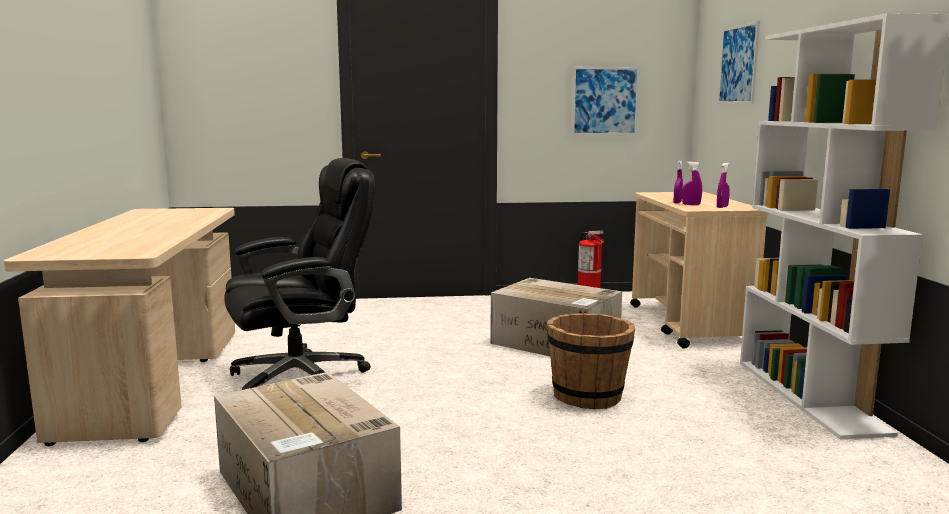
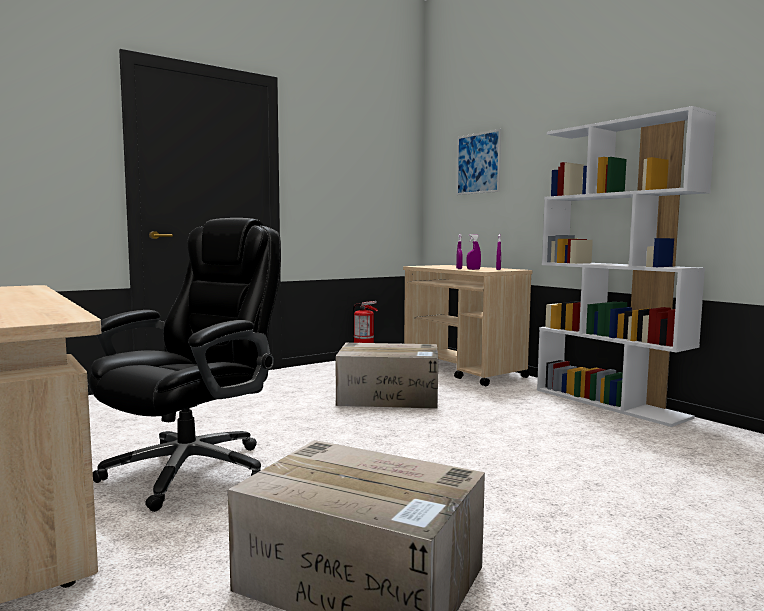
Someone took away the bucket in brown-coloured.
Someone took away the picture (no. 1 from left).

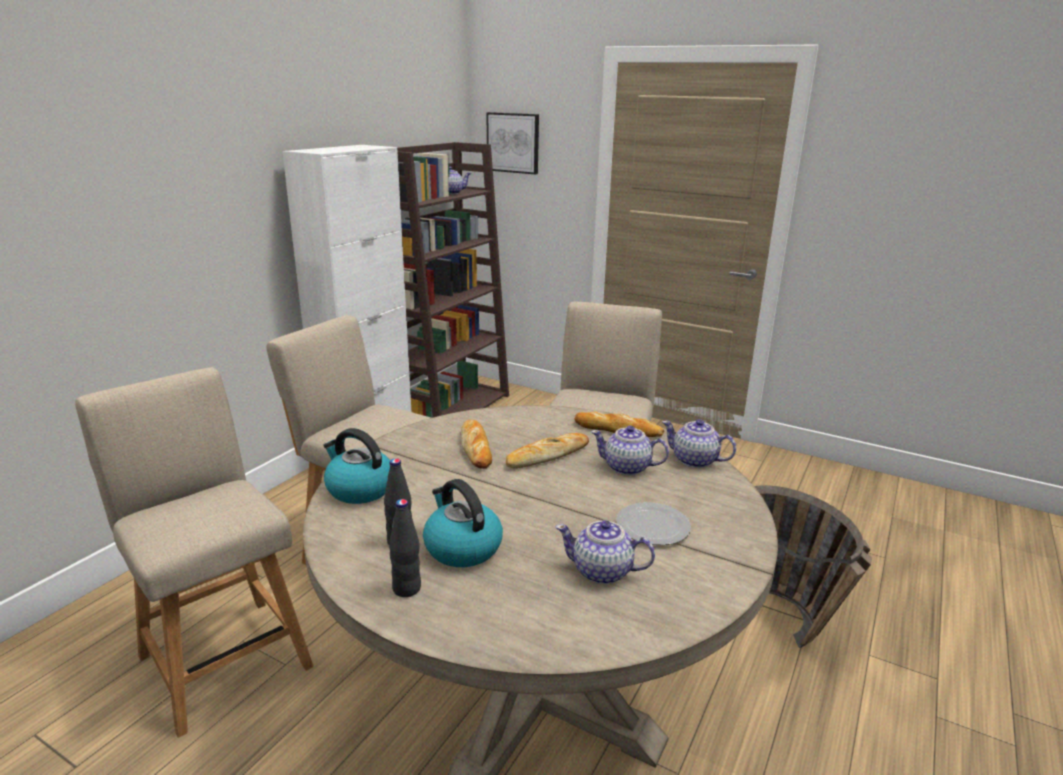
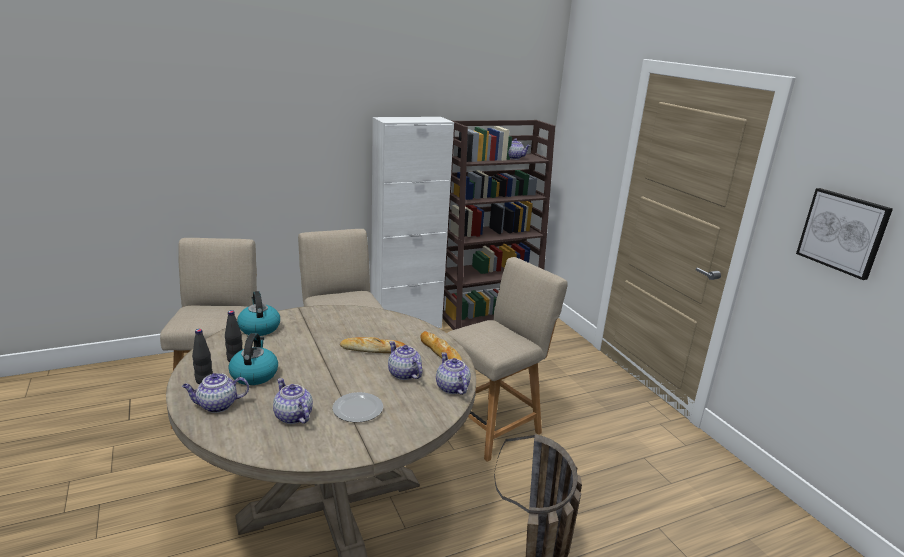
Someone took away the bakery bread (no. 1 from left).
Someone carried the picture.
Someone put down the teapot (no. 1 from left).

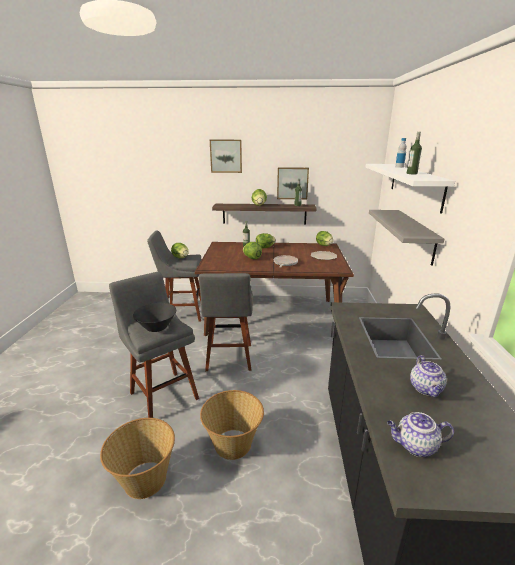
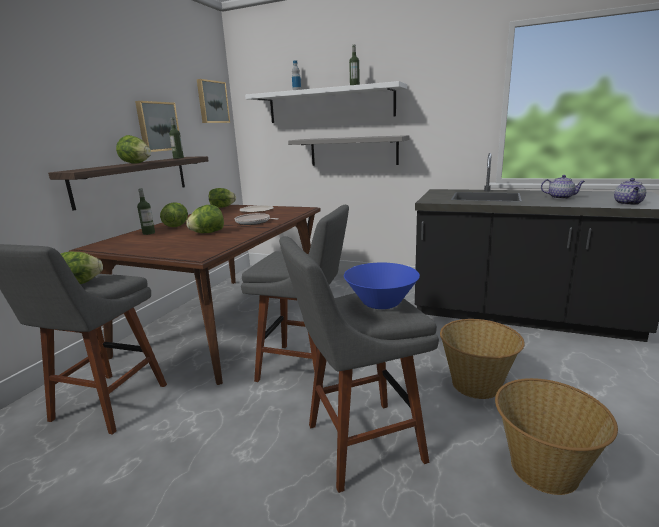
Someone repainted the deep dish in black, which became the deep dish in blue.
Someone carried the picture (no. 1 from left in the first image).

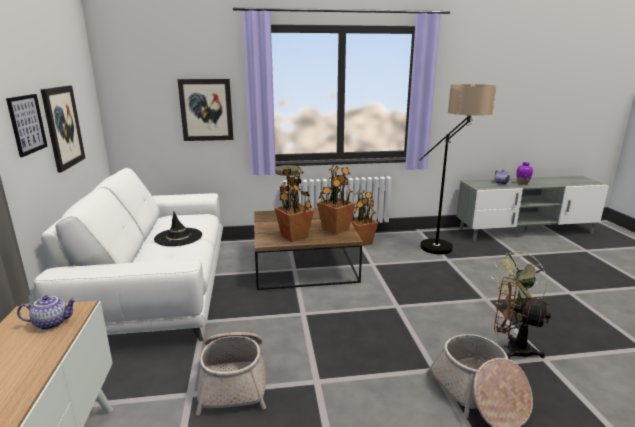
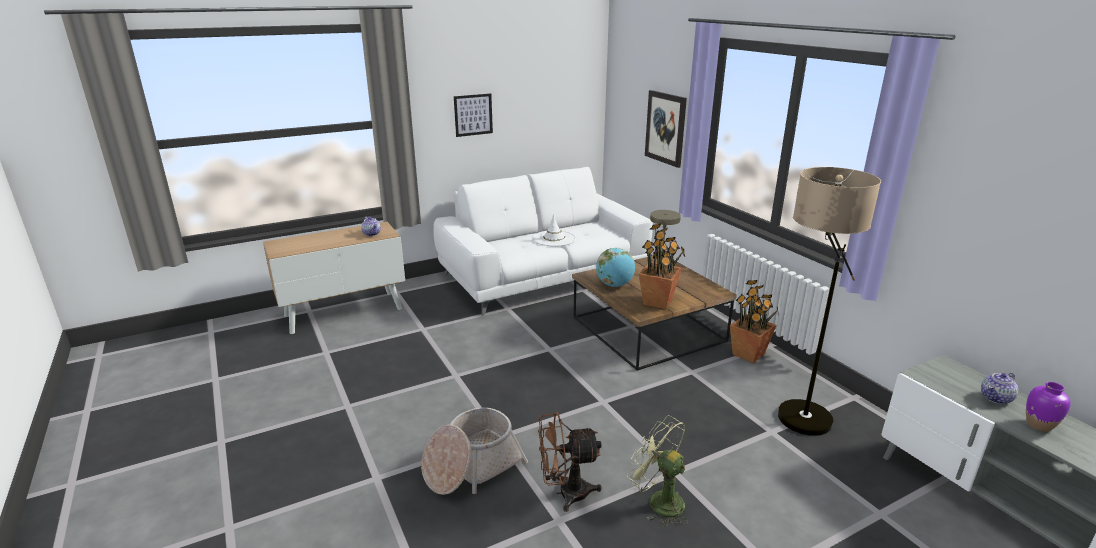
Someone took away the picture (no. 2 from left).
Someone repainted the clothing hat in black, which became the clothing hat in whitish.
Someone took away the storage basket (no. 1 from left).
Someone swapped the plant in a pot (no. 1 from left) for the desk globe.
Someone rotated the cooling fan in brown-coloured by 105 degrees counterclockwise.

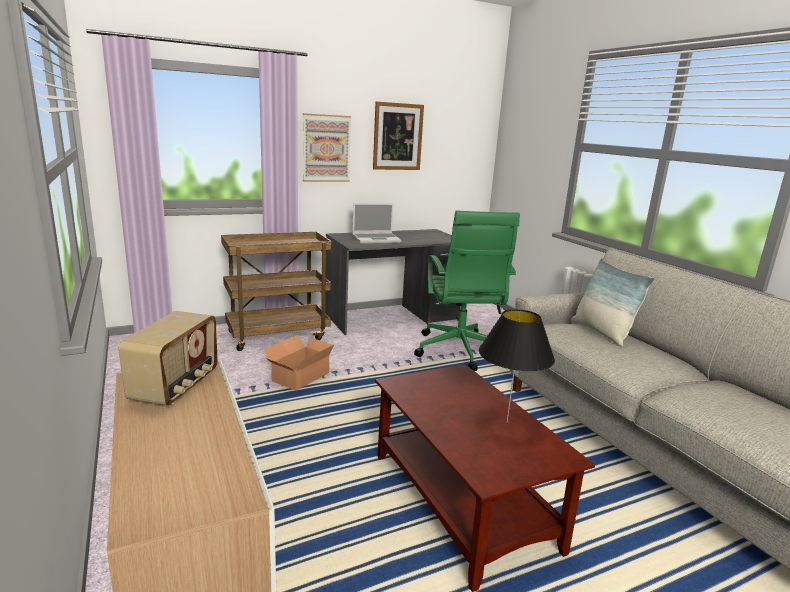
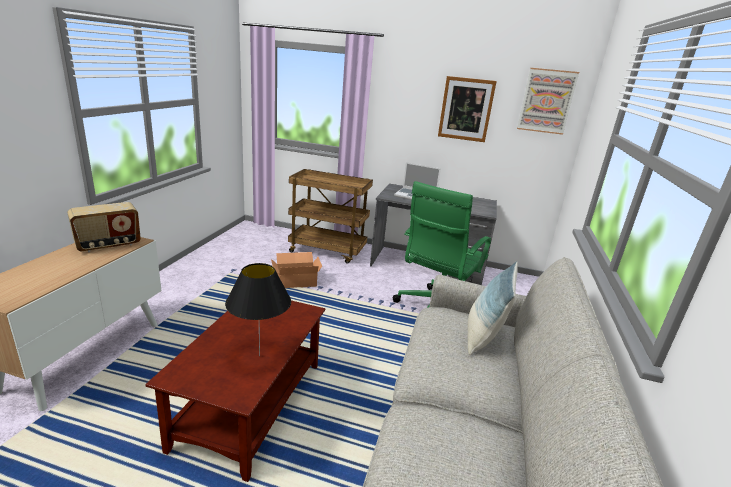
Someone carried the picture (no. 1 from left in the first image).

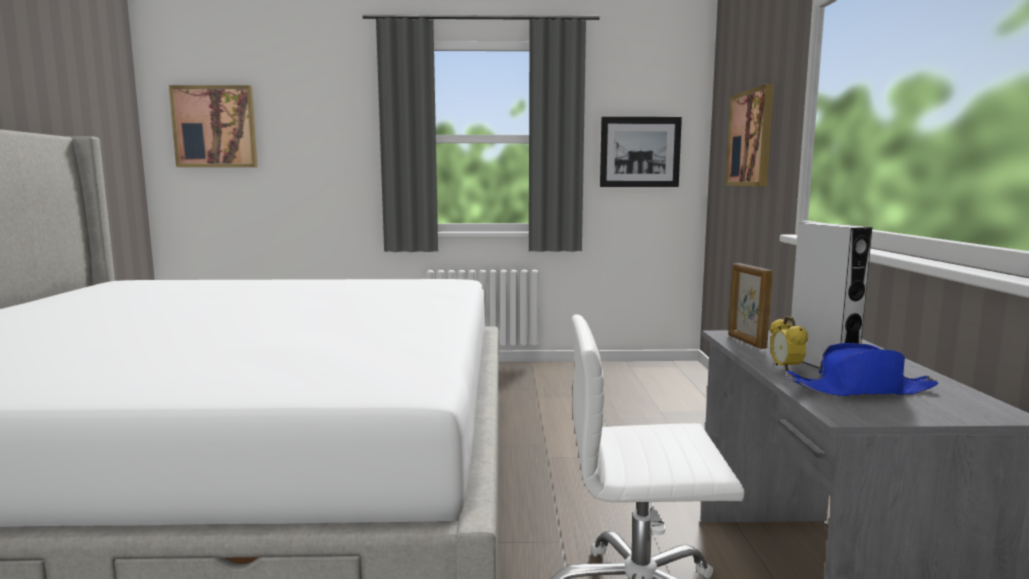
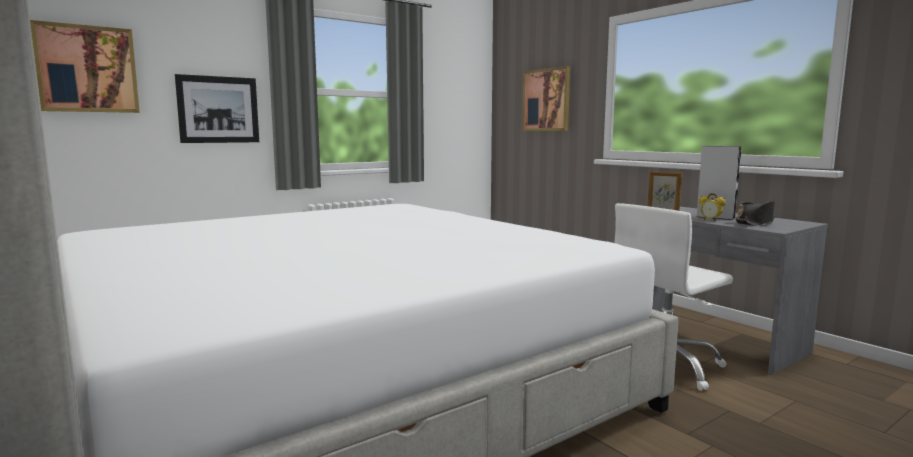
Someone carried the picture (no. 2 from left).
Someone repainted the clothing hat in blue, which became the clothing hat in black.

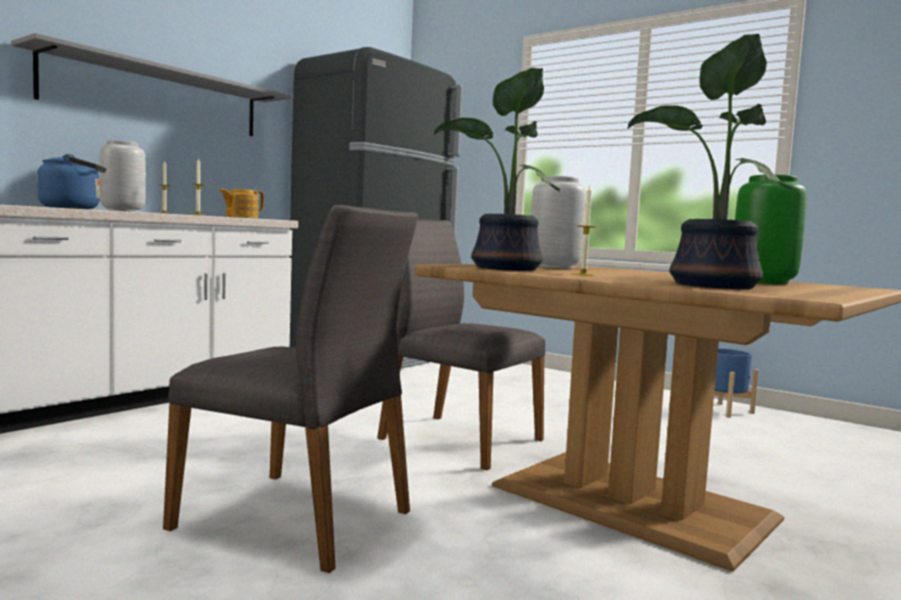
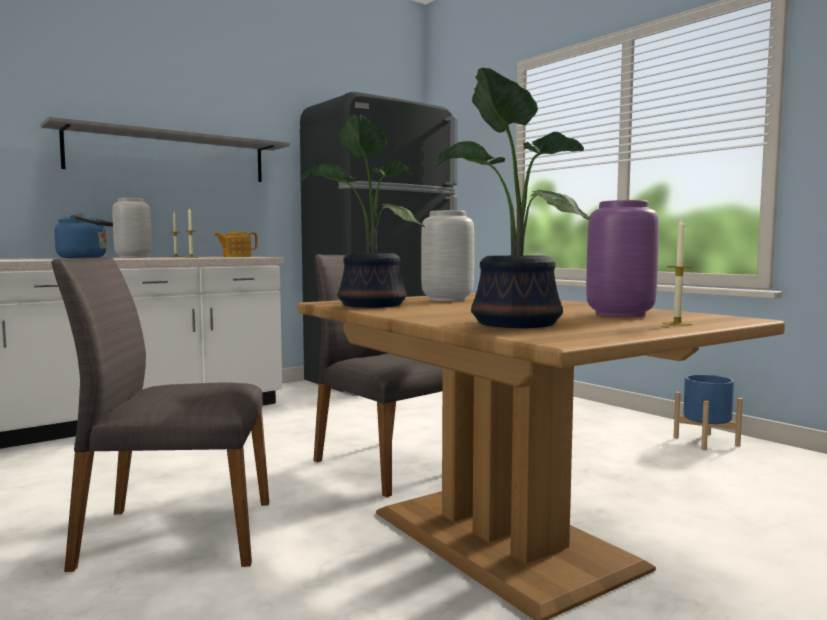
Someone rotated the chair in grey (no. 1 from left) by 135 degrees clockwise.
Someone carried the candle (no. 3 from left).
Someone repainted the flower vase in green, which became the flower vase in purplish.

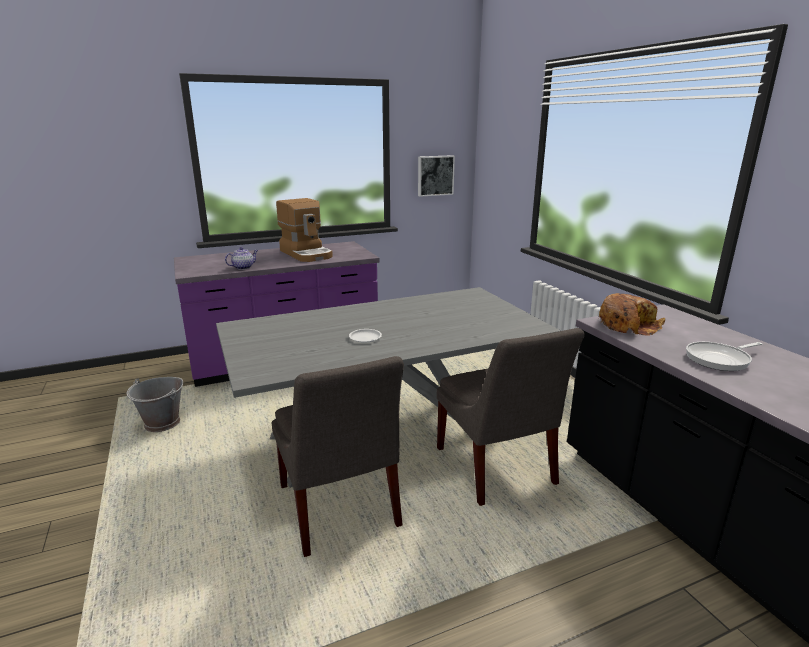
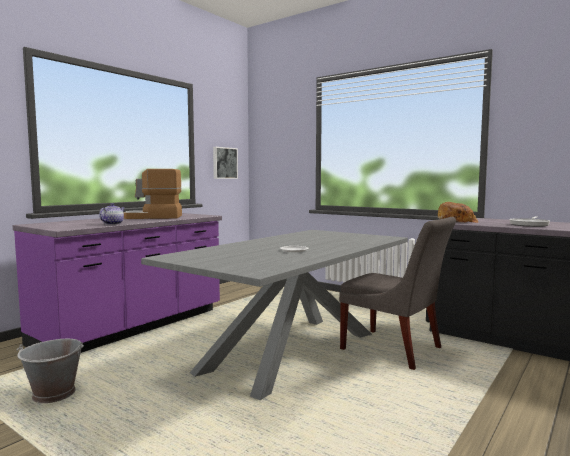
Someone took away the chair in grey (no. 1 from left).
Someone rotated the coffee brewer by 150 degrees clockwise.

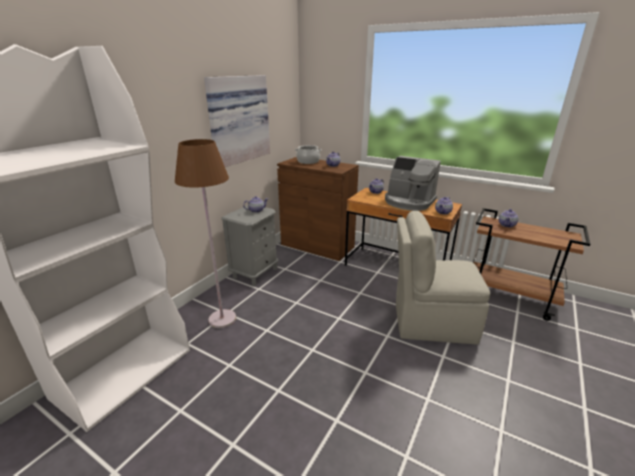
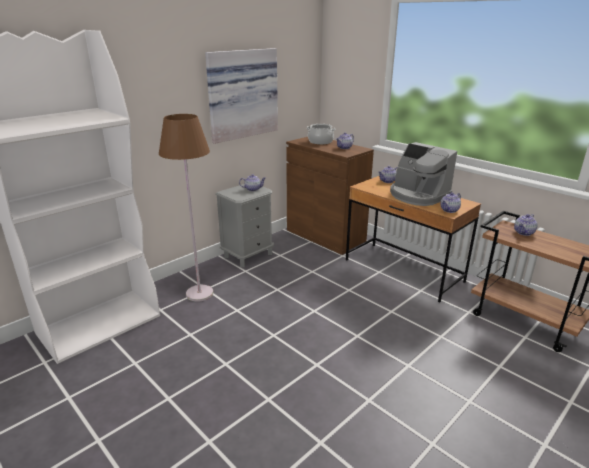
Someone took away the chair in beige-coloured.

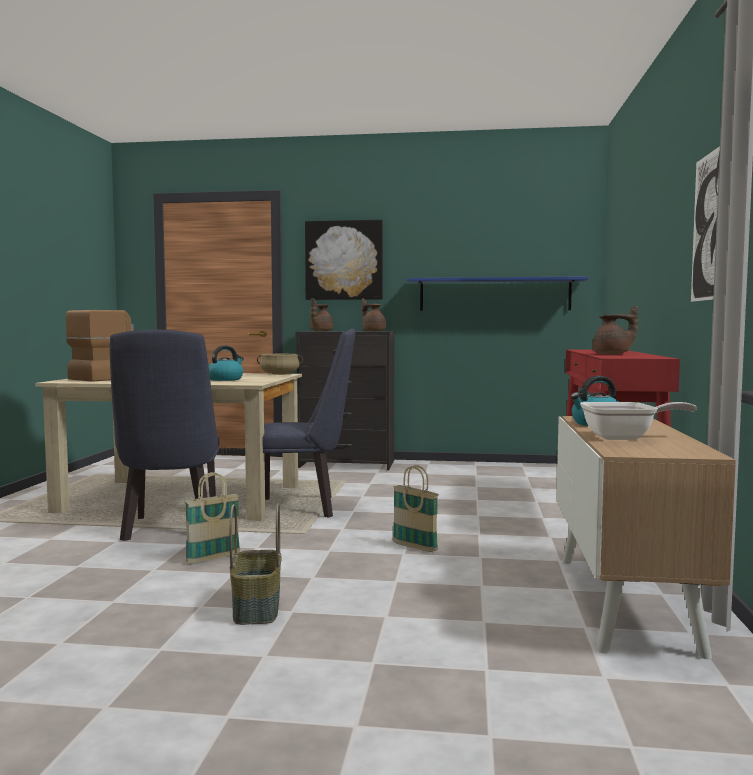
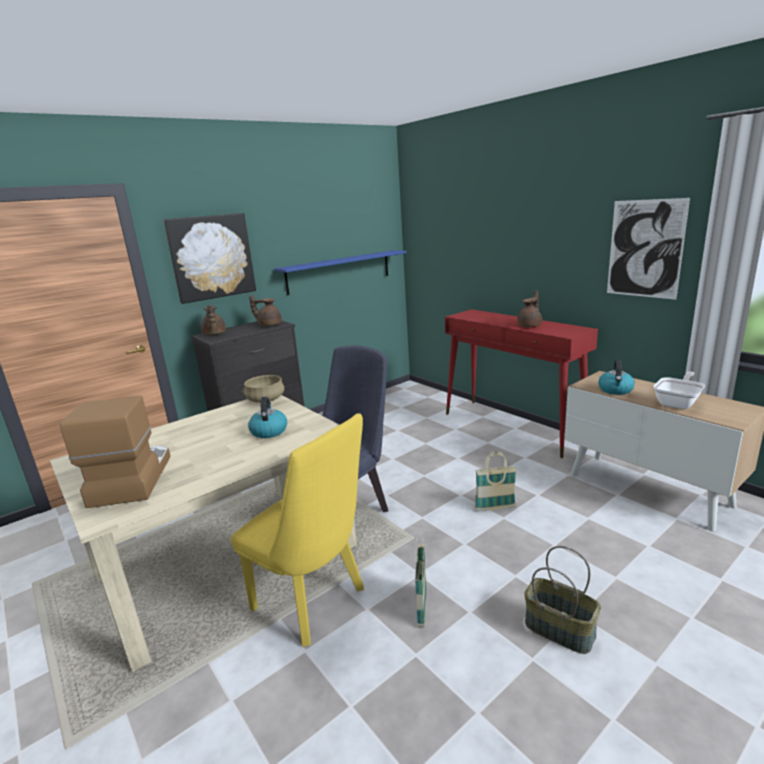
Someone repainted the chair in blue (no. 1 from left), which became the chair in yellow-coloured.

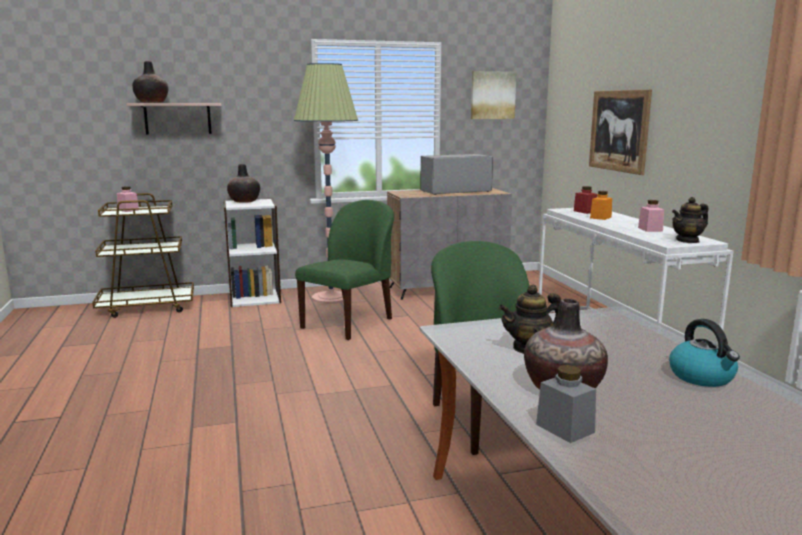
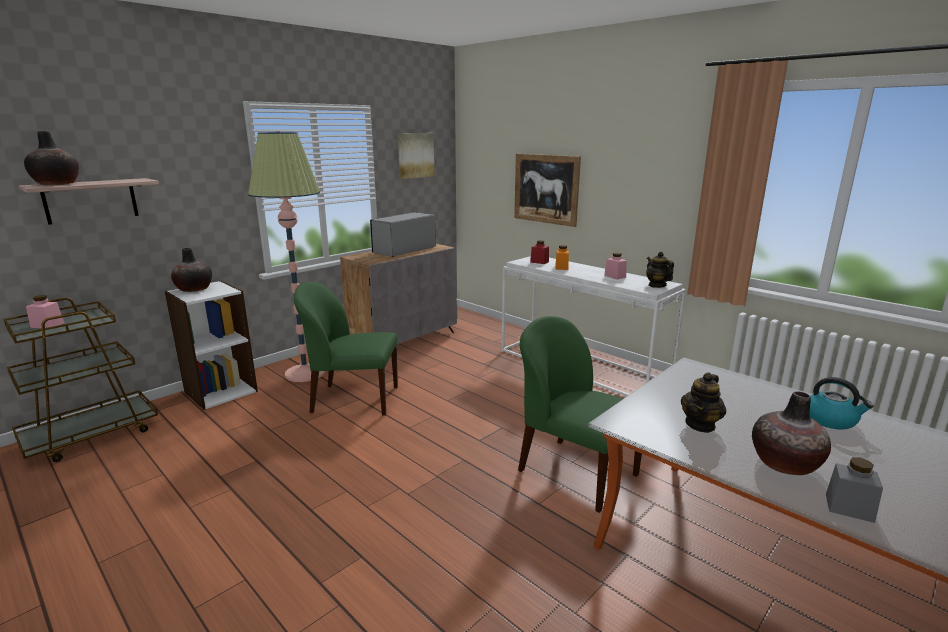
Someone rotated the chair in green (no. 1 from left) by 90 degrees counterclockwise.
Someone rotated the teapot (no. 2 from left in the first image) by 120 degrees clockwise.

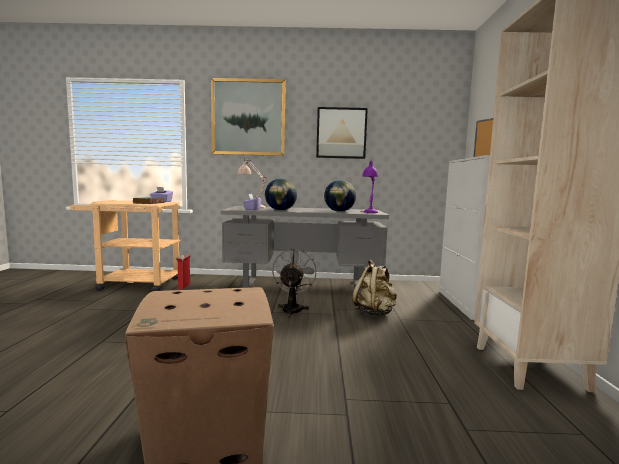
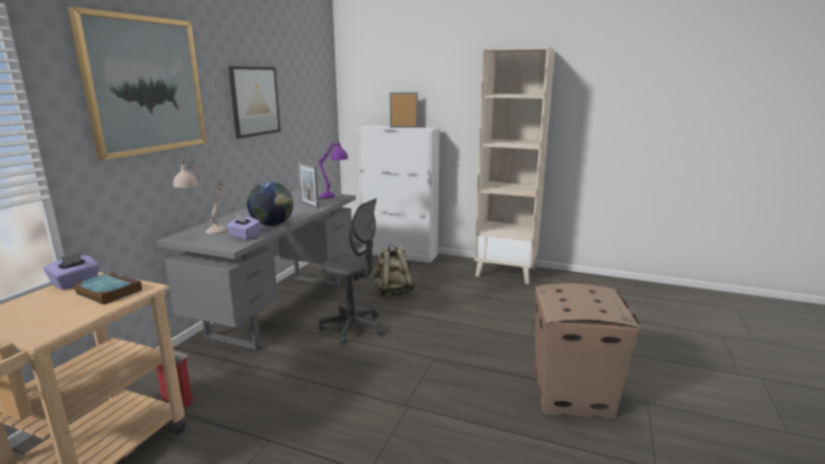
Someone swapped the cooling fan in grey for the office chair in grey.
Someone swapped the desk globe (no. 2 from left) for the photo frame (no. 1 from left).

